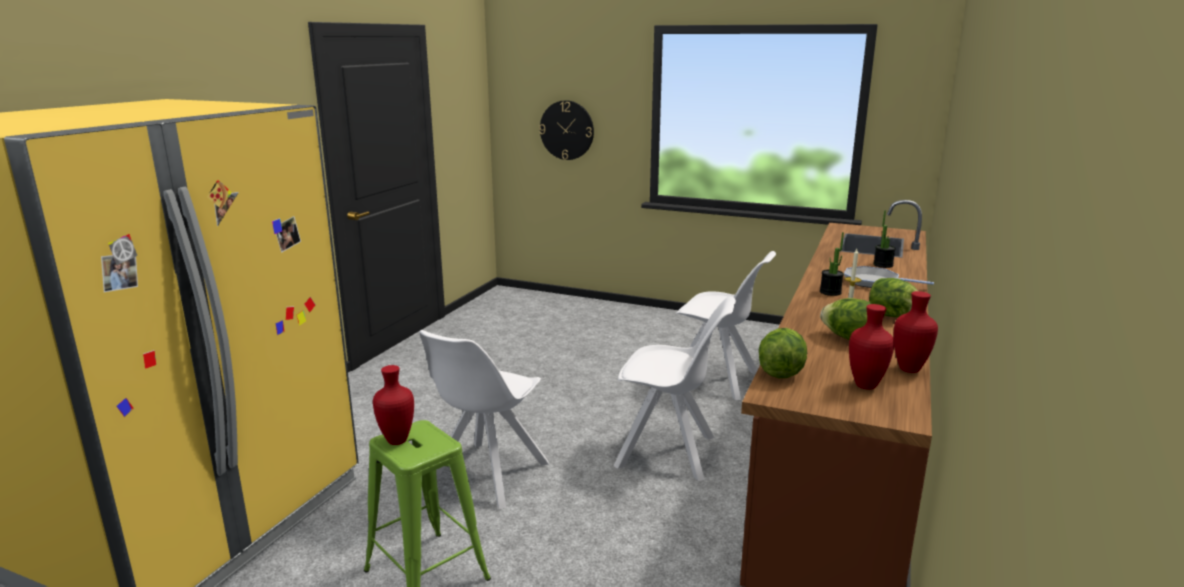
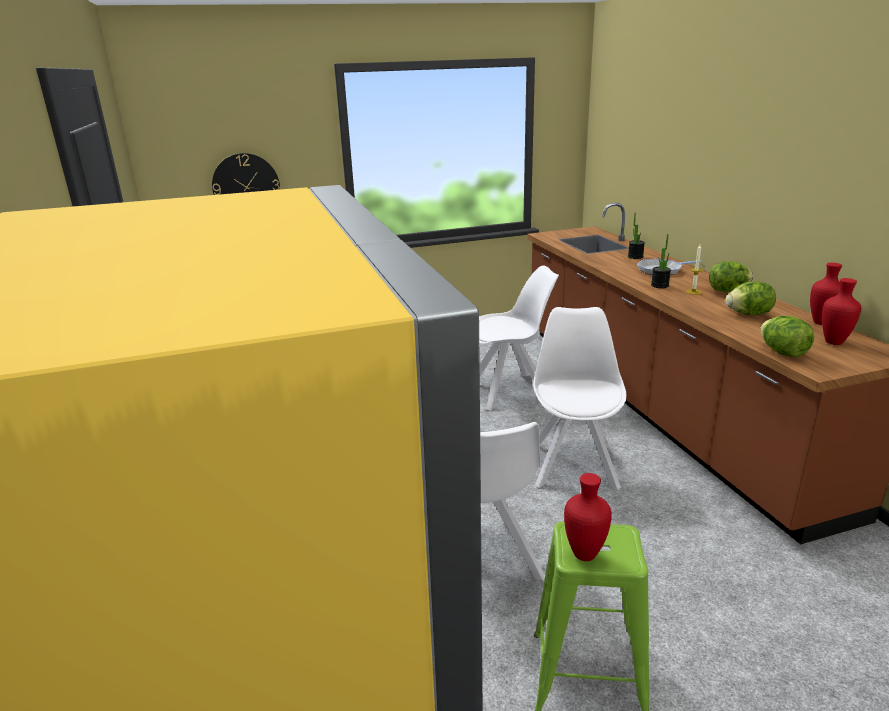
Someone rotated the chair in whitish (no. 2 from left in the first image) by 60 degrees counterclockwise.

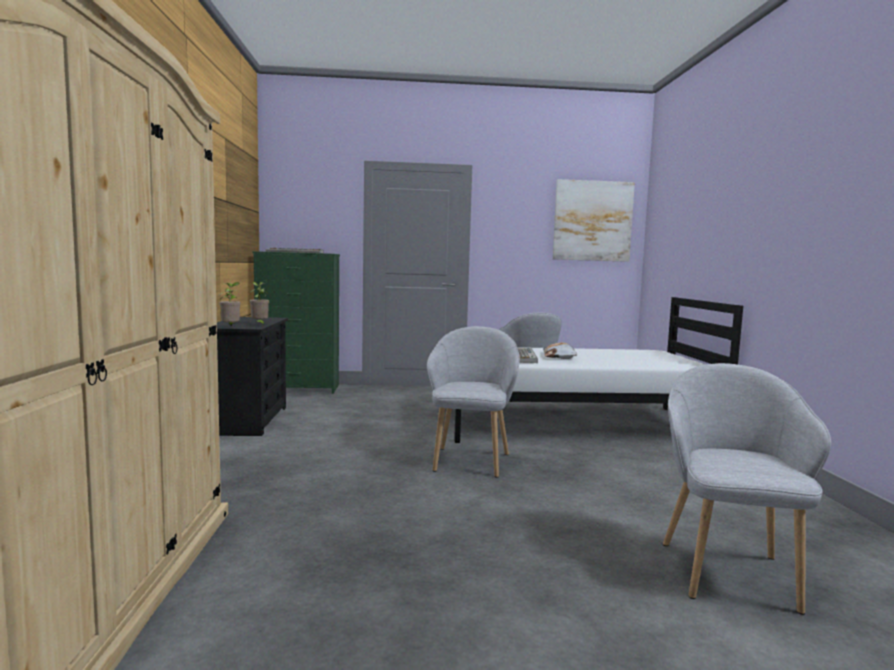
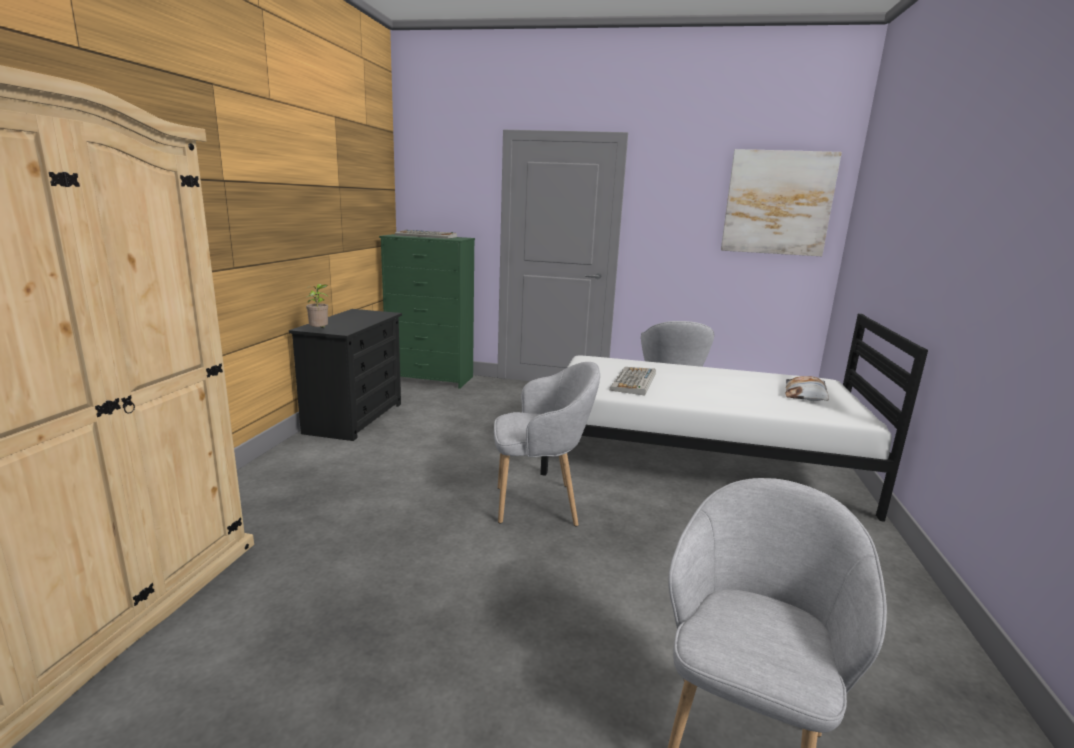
Someone took away the plant in a pot (no. 2 from left).
Someone rotated the easy chair in grey (no. 1 from left) by 60 degrees clockwise.
Someone carried the throw pillow.

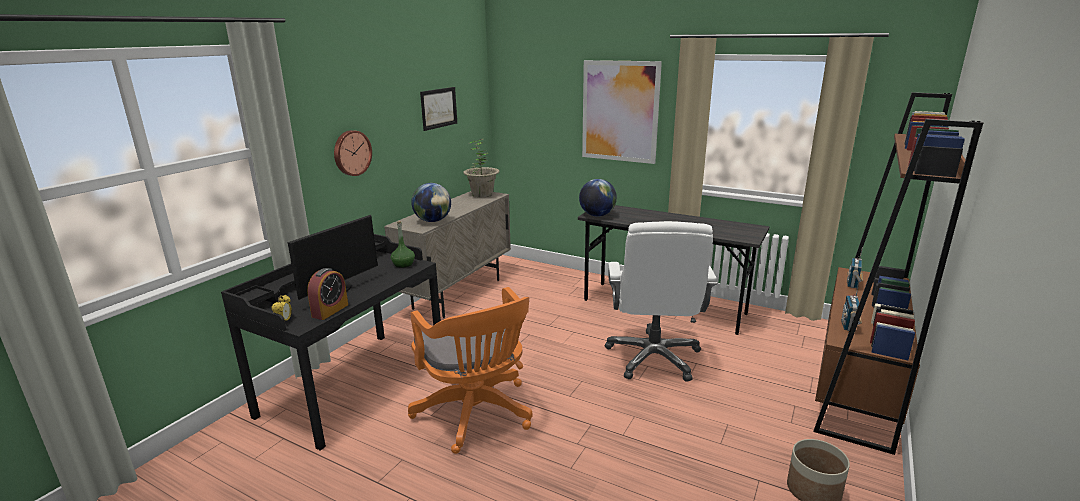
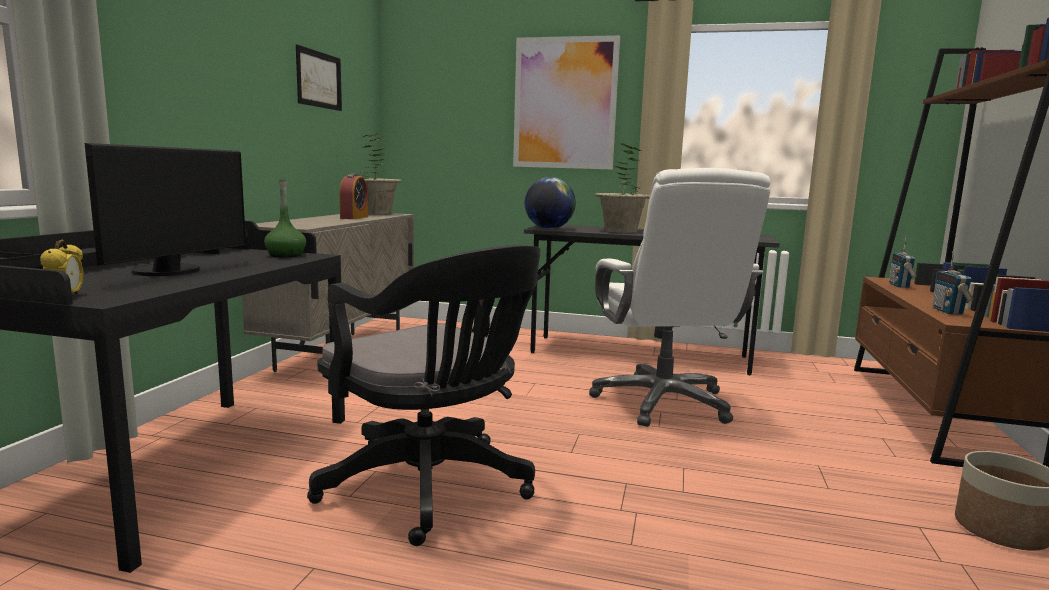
Someone carried the bedside clock (no. 2 from left).
Someone took away the wall clock.
Someone repainted the office chair in orange, which became the office chair in black.
Someone took away the desk globe (no. 1 from left).
Someone put down the plant in a pot (no. 2 from left).

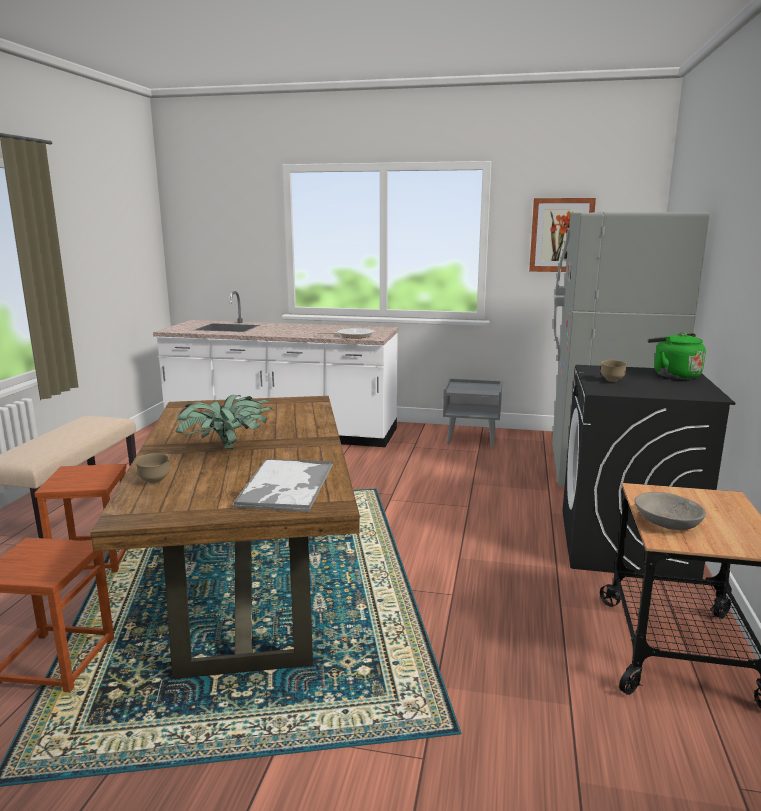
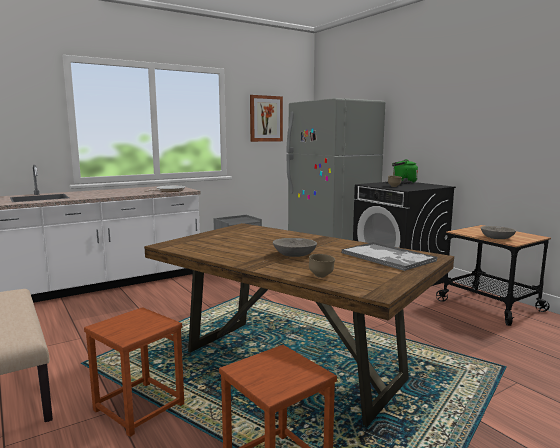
Someone swapped the plant in a pot for the deep dish in grey (no. 1 from left).

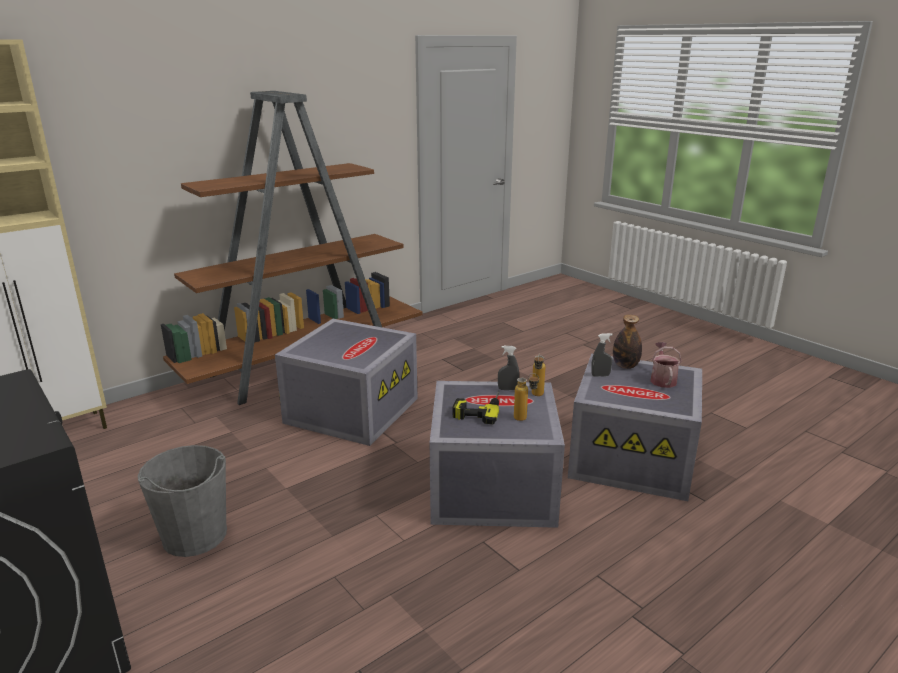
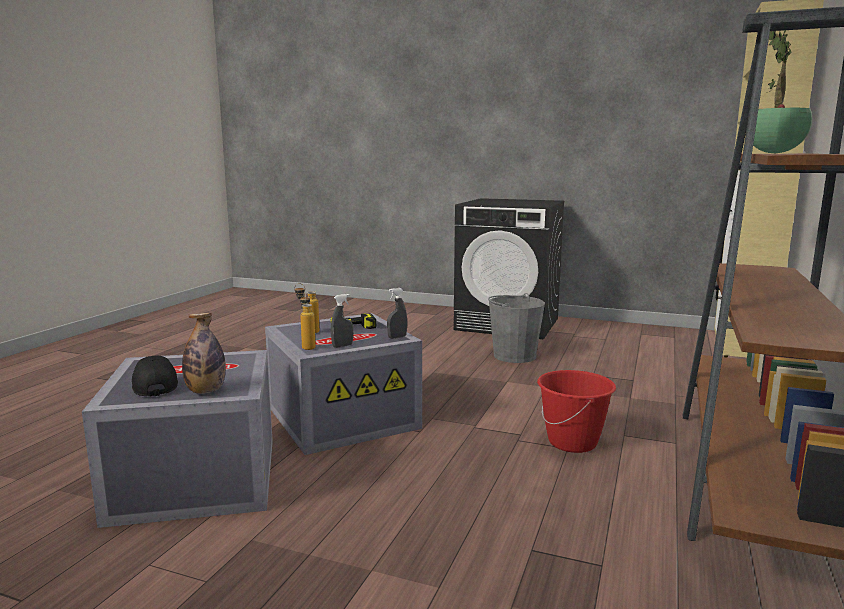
Someone swapped the storage bin in grey (no. 1 from left) for the bucket in red-coloured.
Someone carried the sprayer in grey (no. 2 from left).
Someone swapped the watering pot for the peaked cap in black.
Someone put down the plant in a pot.

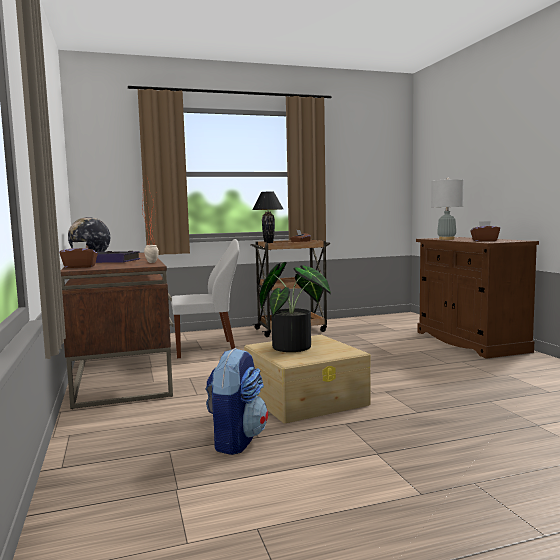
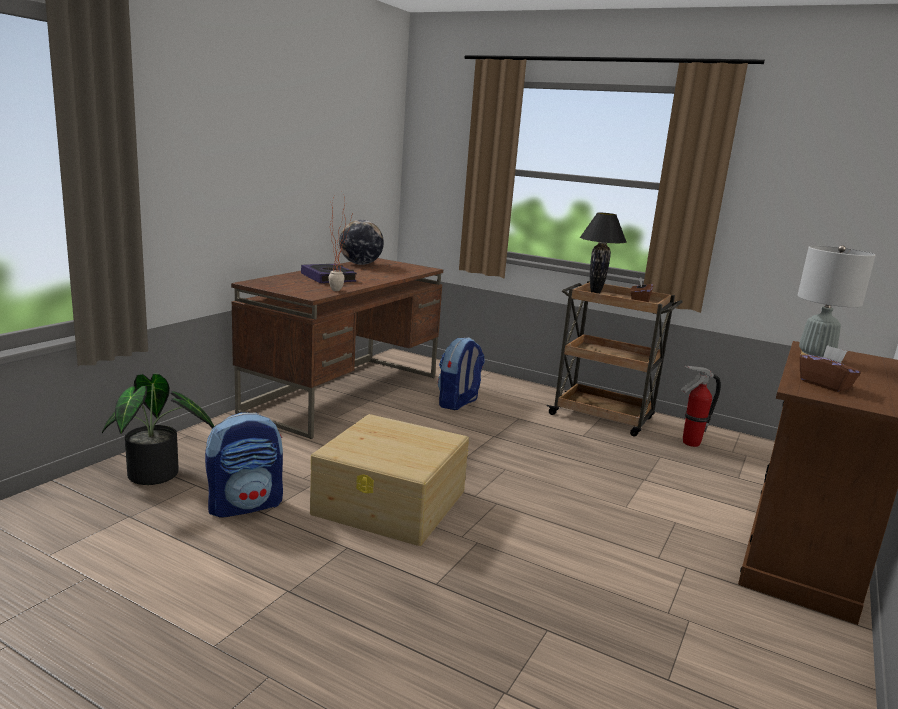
Someone took away the box of tissues in brown-coloured (no. 1 from left).
Someone swapped the chair in whitish for the backpack (no. 2 from left).
Someone carried the plant in a pot (no. 2 from left in the first image).
Someone put down the fire extinguisher.

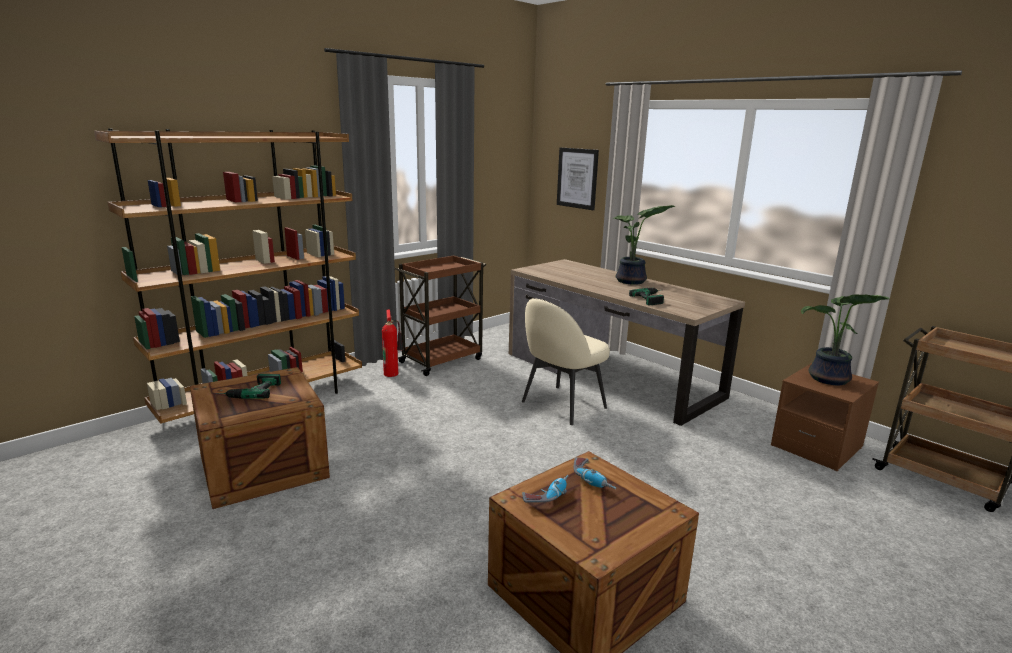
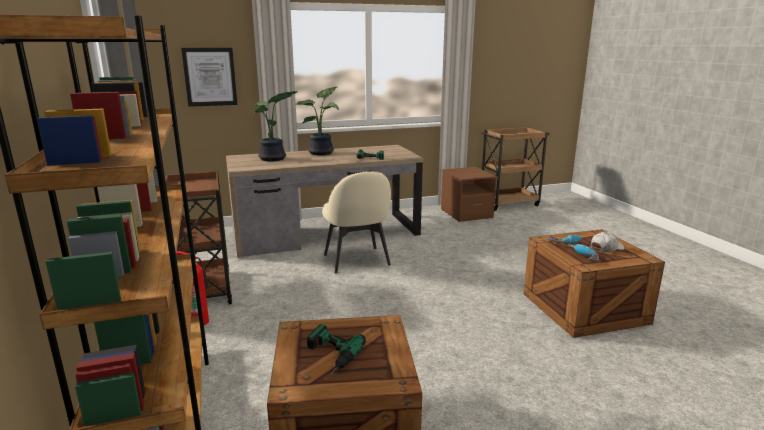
Someone carried the plant in a pot (no. 2 from left in the first image).
Someone put down the peaked cap in whitish.

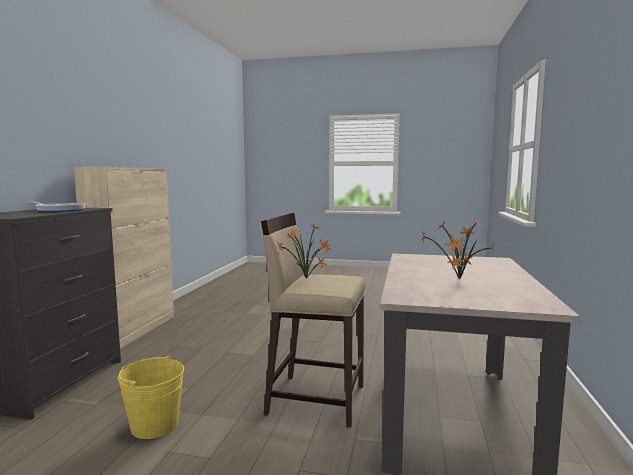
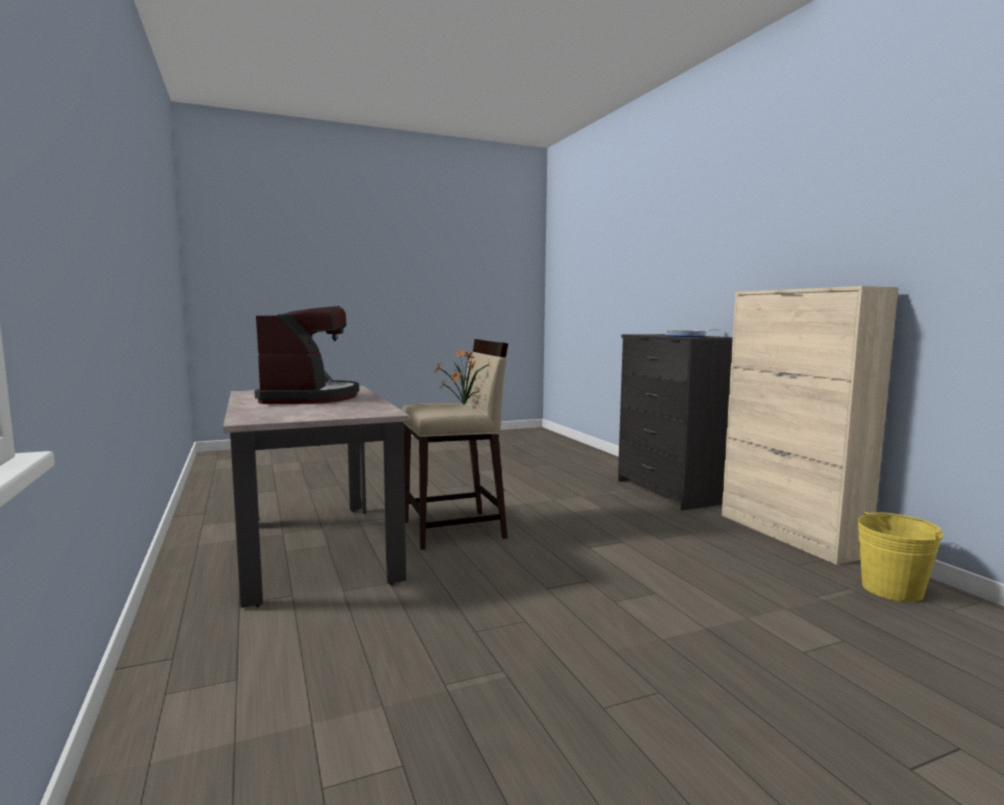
Someone carried the bucket in yellow-coloured.
Someone swapped the plant in a pot (no. 2 from left) for the coffee brewer.

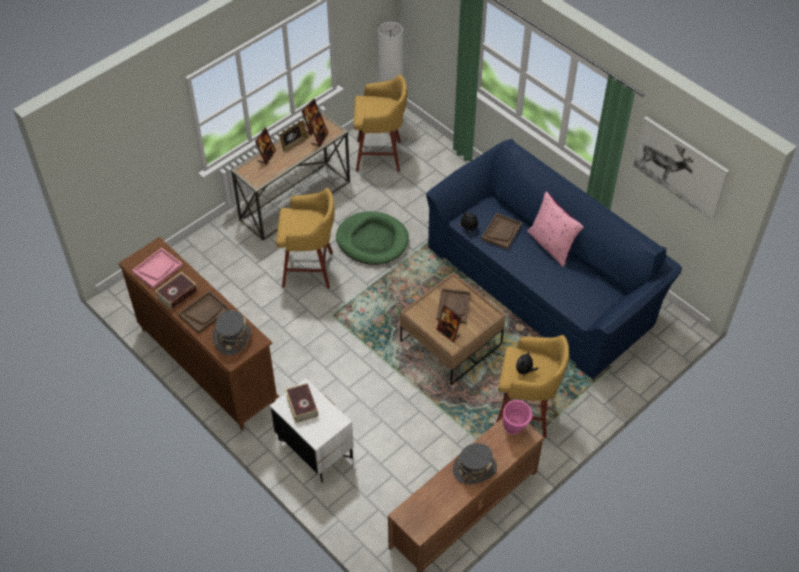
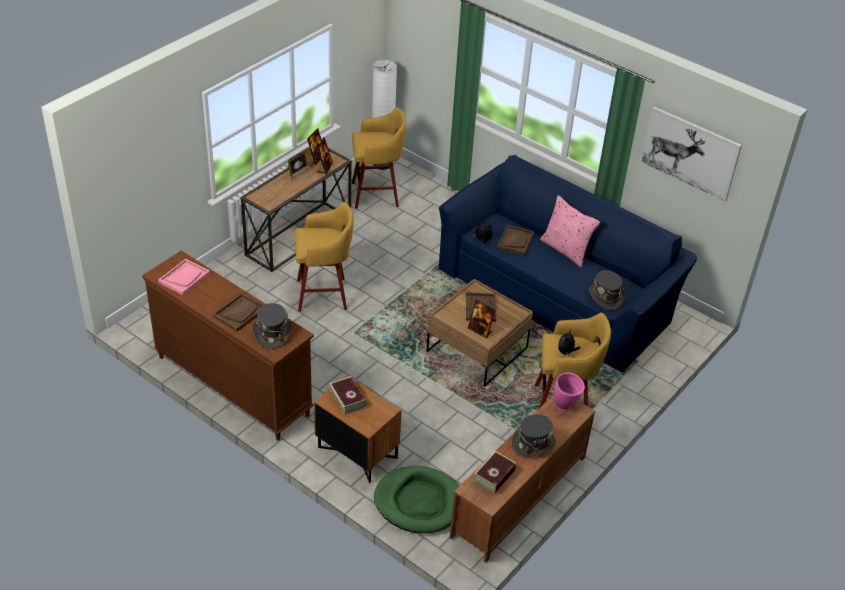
Someone carried the volume (no. 1 from left in the first image).
Someone took away the photo frame (no. 1 from left).
Someone repainted the bedside table in whitish, which became the bedside table in brown-coloured.
Someone carried the dog bed in green.
Someone put down the clothing hat in grey (no. 3 from left).

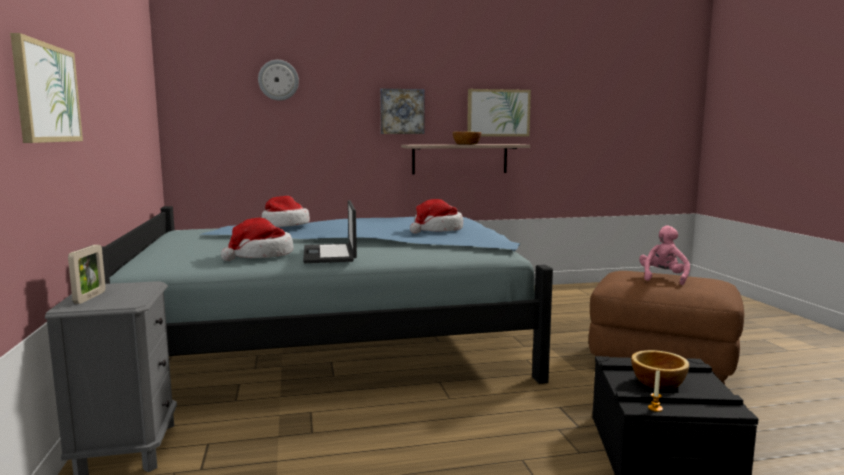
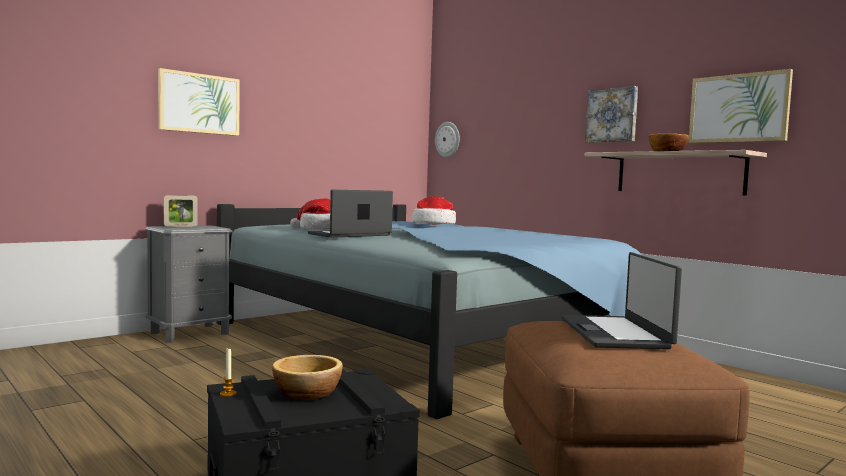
Someone carried the wall clock.
Someone took away the clothing hat (no. 3 from left).
Someone swapped the soft toy in pinkish for the portable computer (no. 2 from left).

